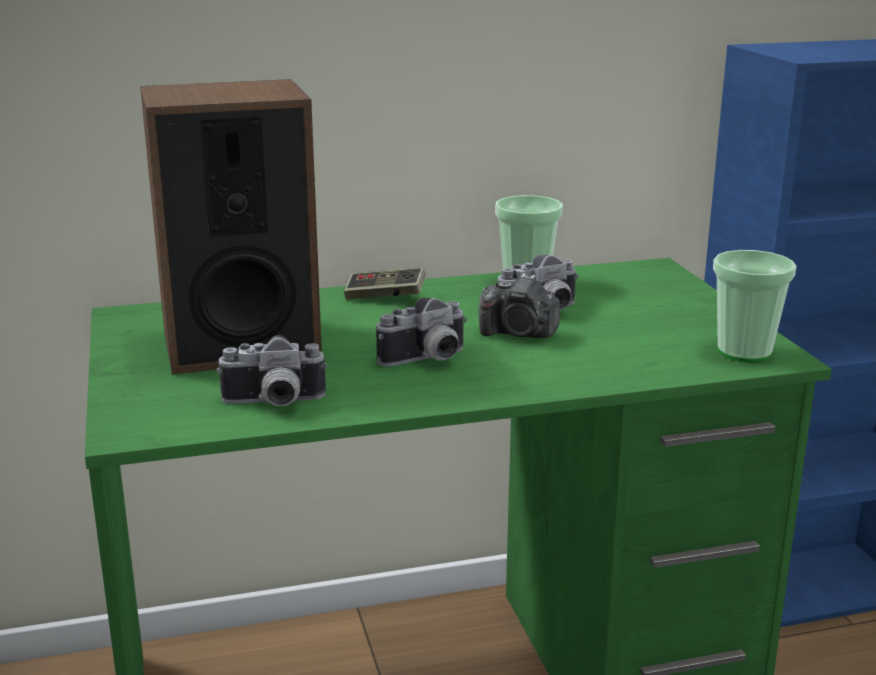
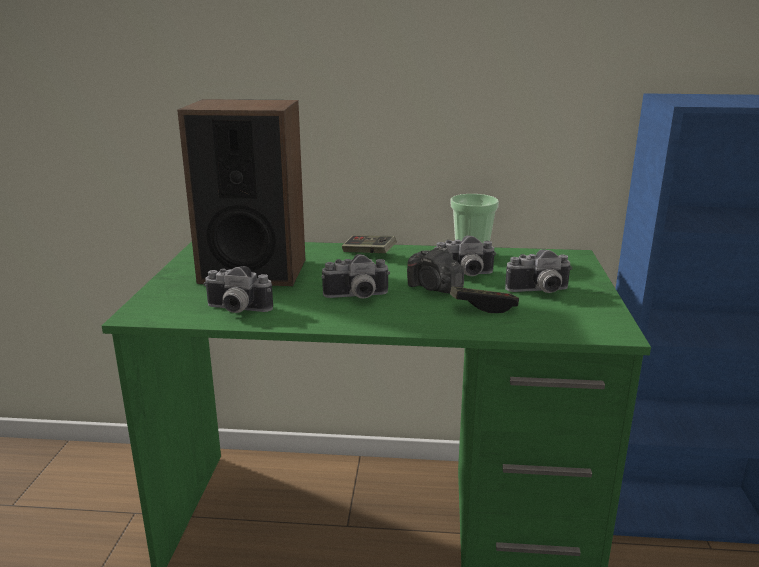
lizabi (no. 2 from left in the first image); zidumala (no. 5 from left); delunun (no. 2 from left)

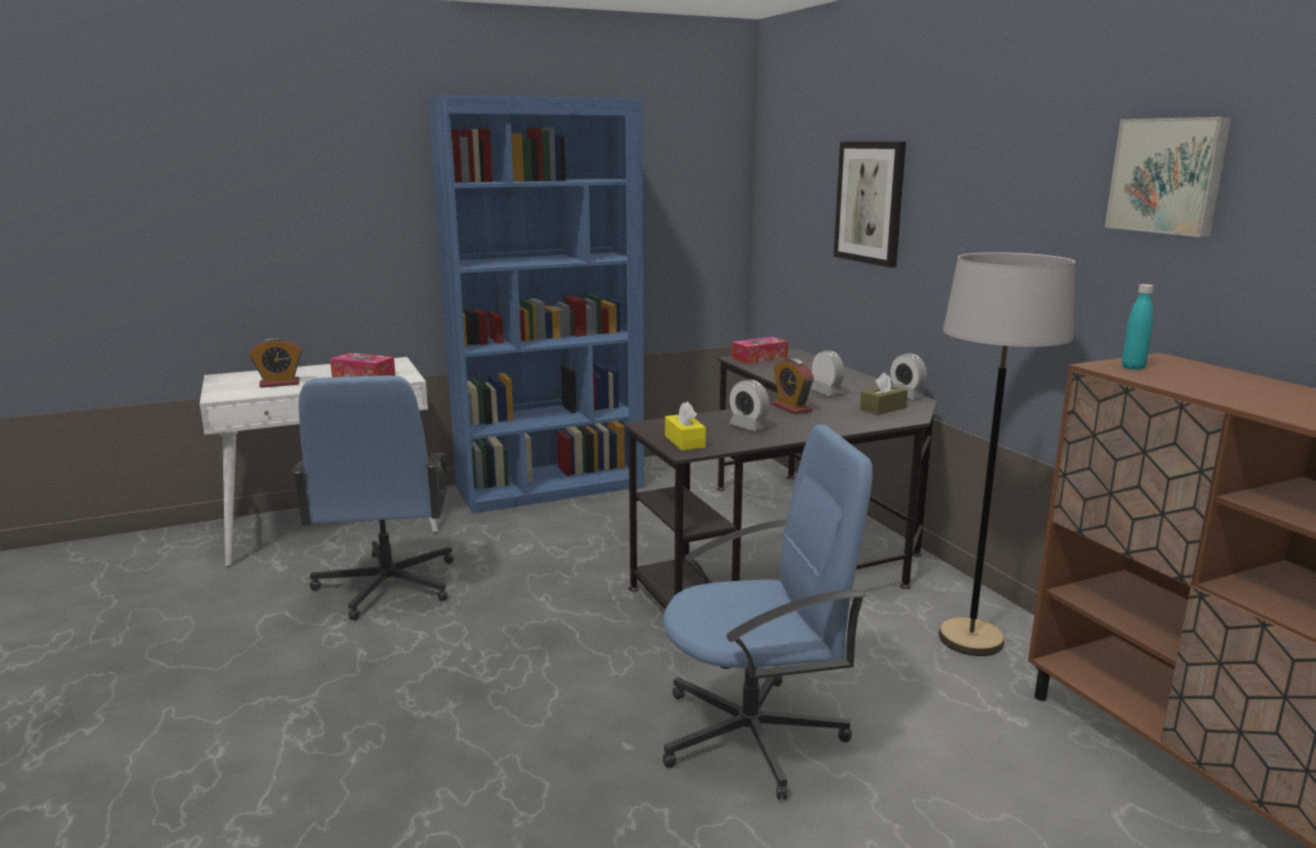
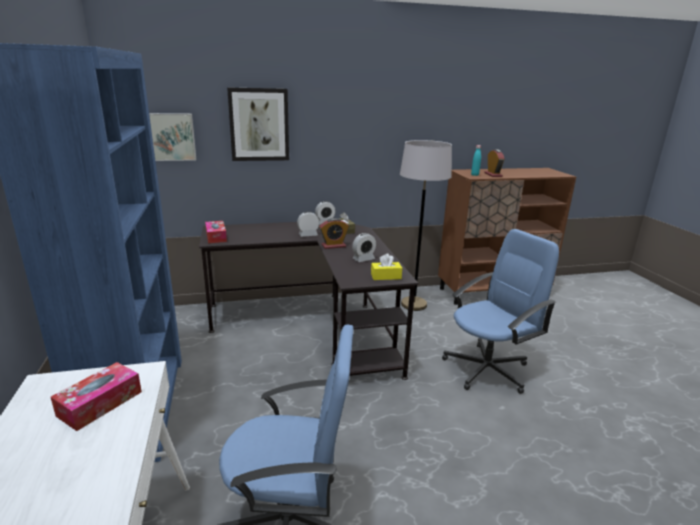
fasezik (no. 1 from left); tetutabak (no. 5 from left); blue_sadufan (no. 2 from left)

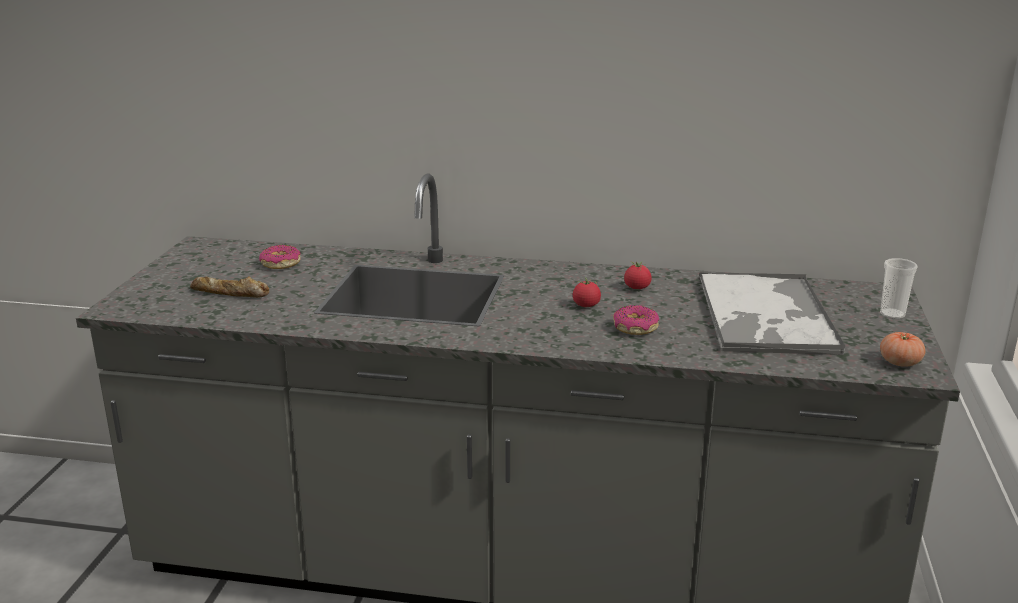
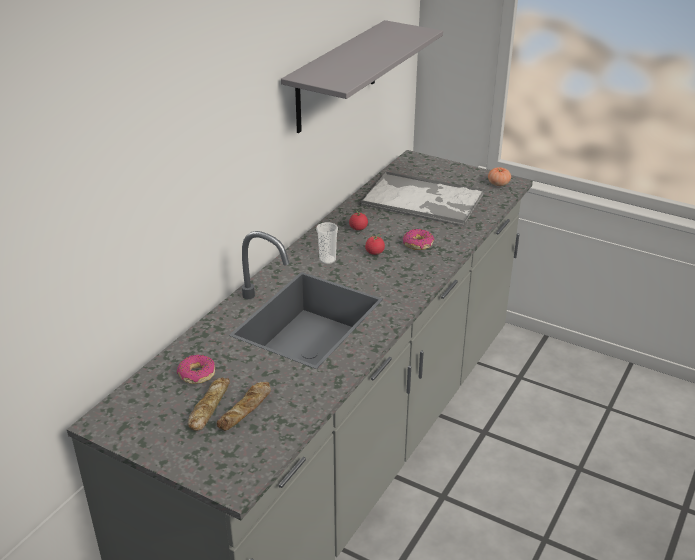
lizabi; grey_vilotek; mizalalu (no. 1 from left)

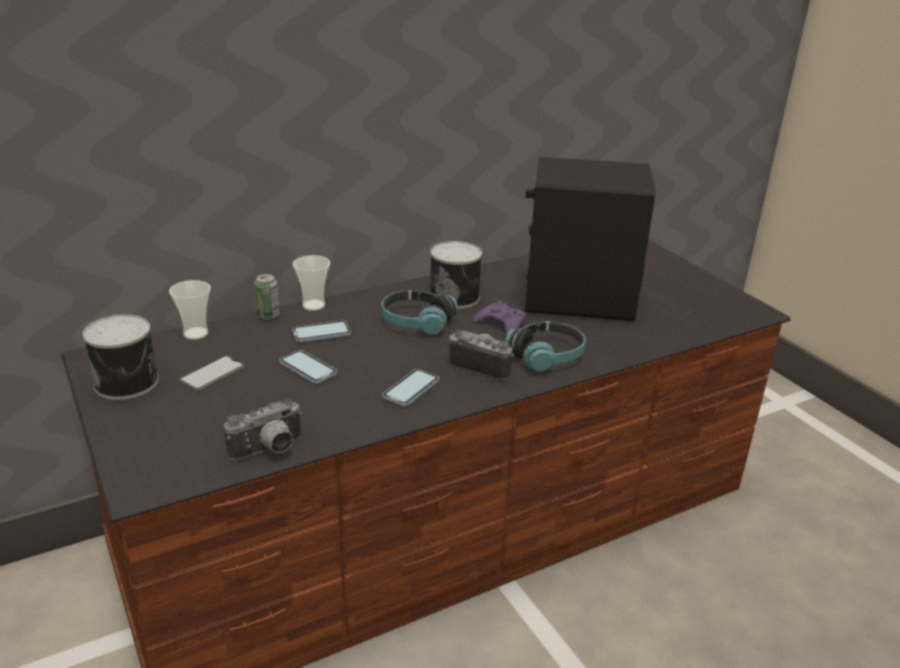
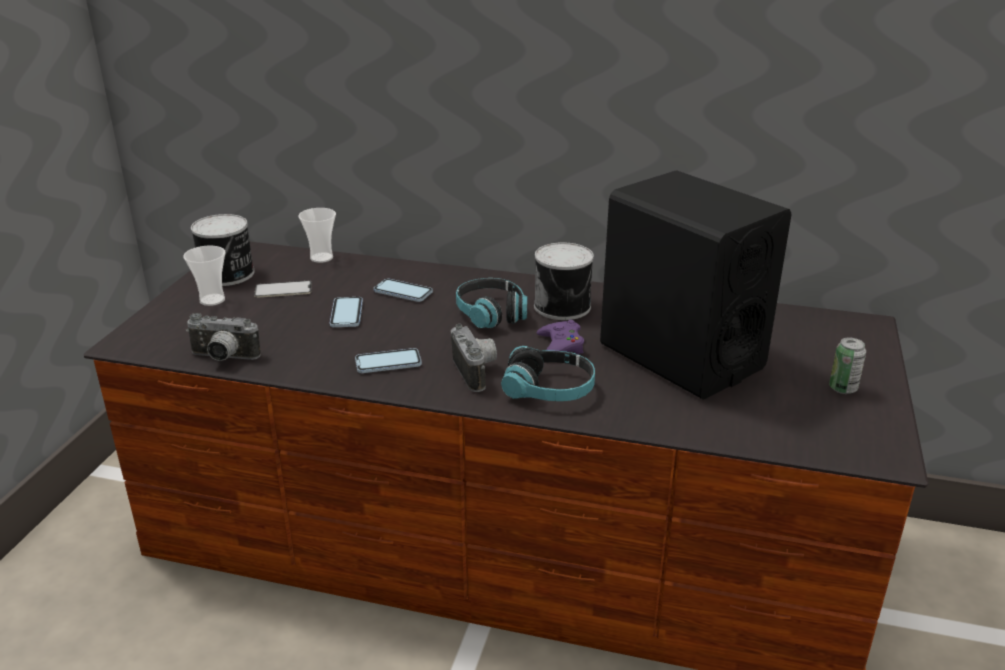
lizabi (no. 1 from left); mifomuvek (no. 3 from left)

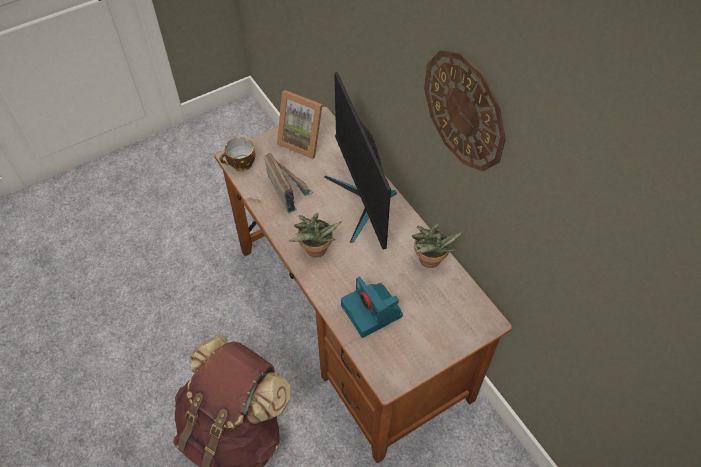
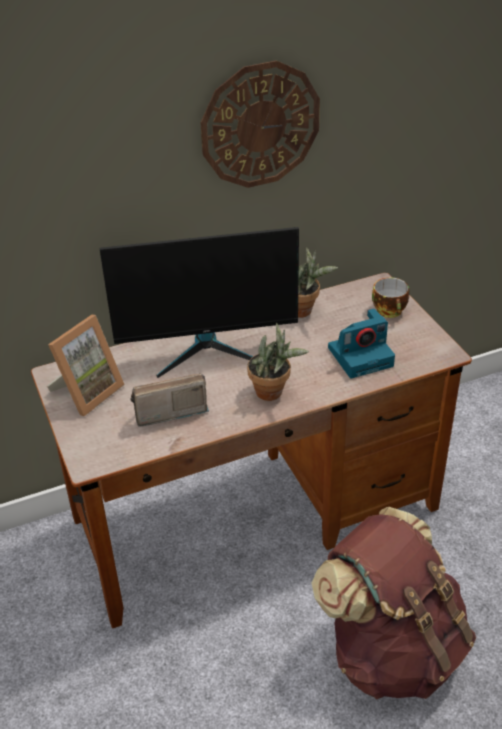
lizabi

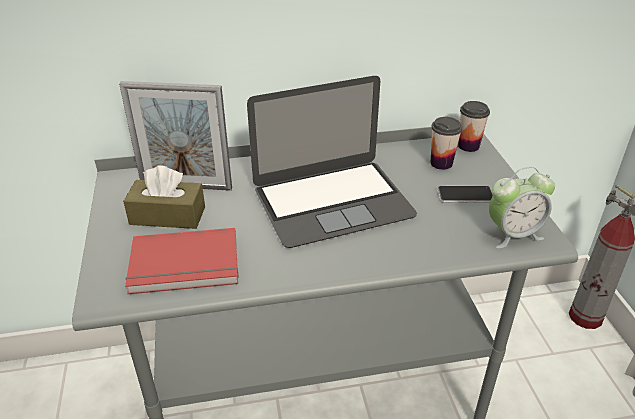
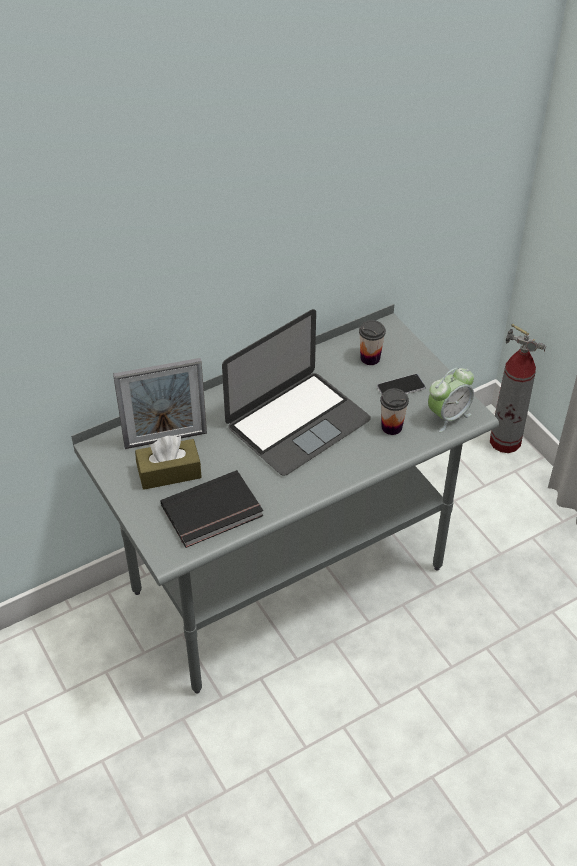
lizabi (no. 2 from left); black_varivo

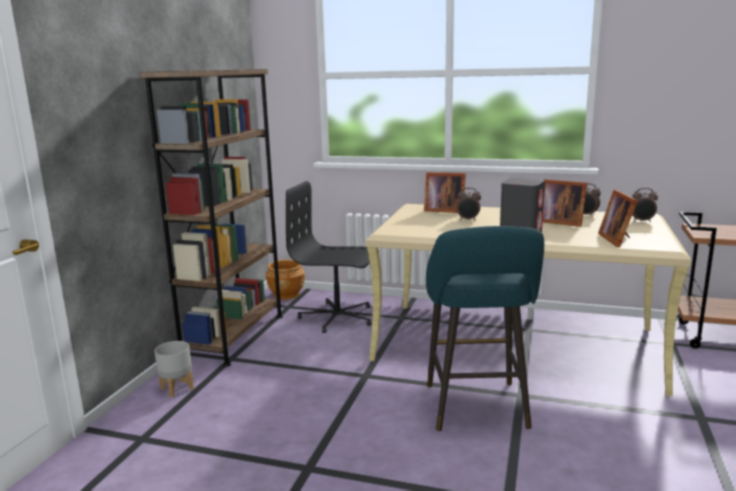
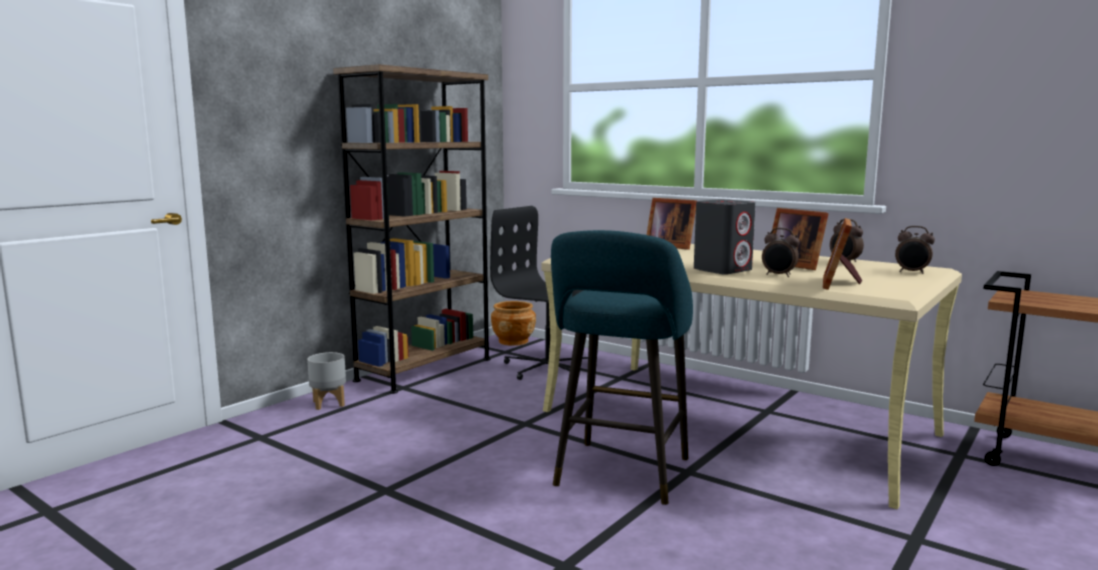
tetutabak (no. 1 from left)

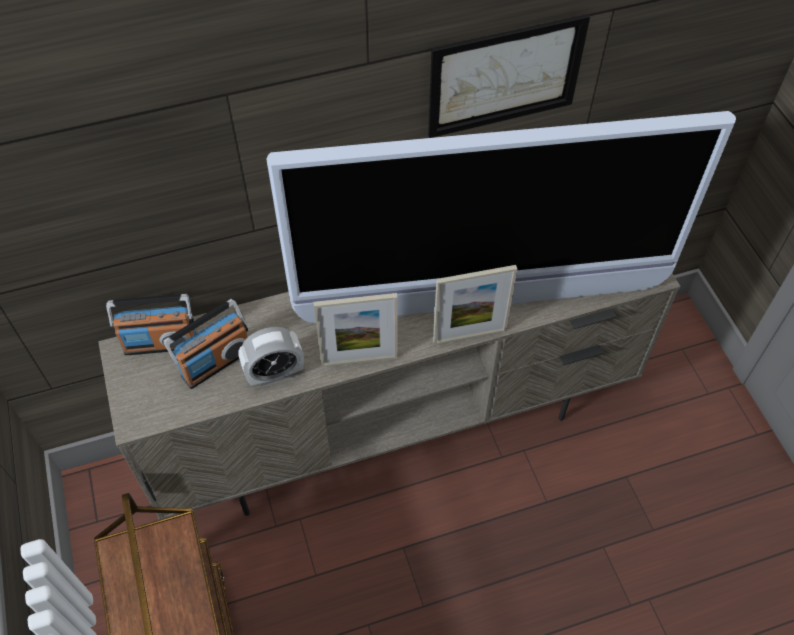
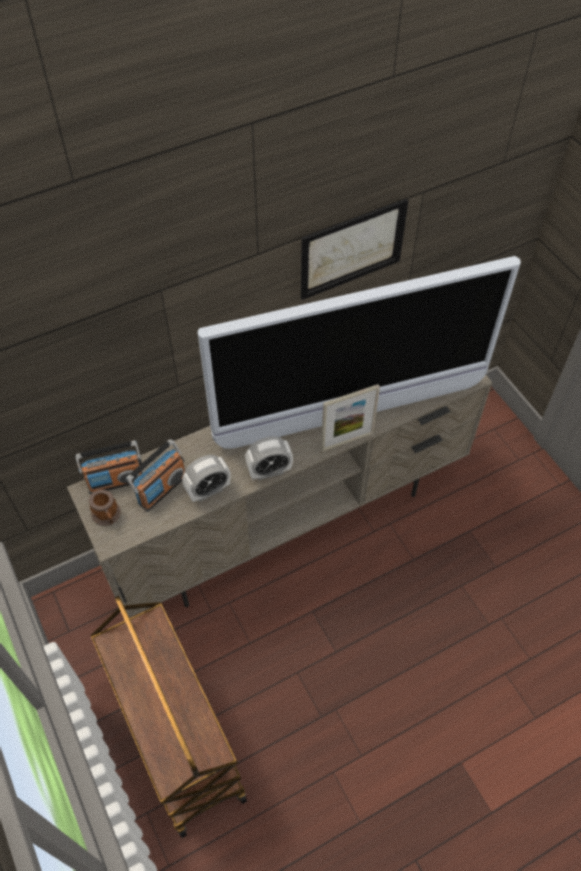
tetutabak (no. 2 from left); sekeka

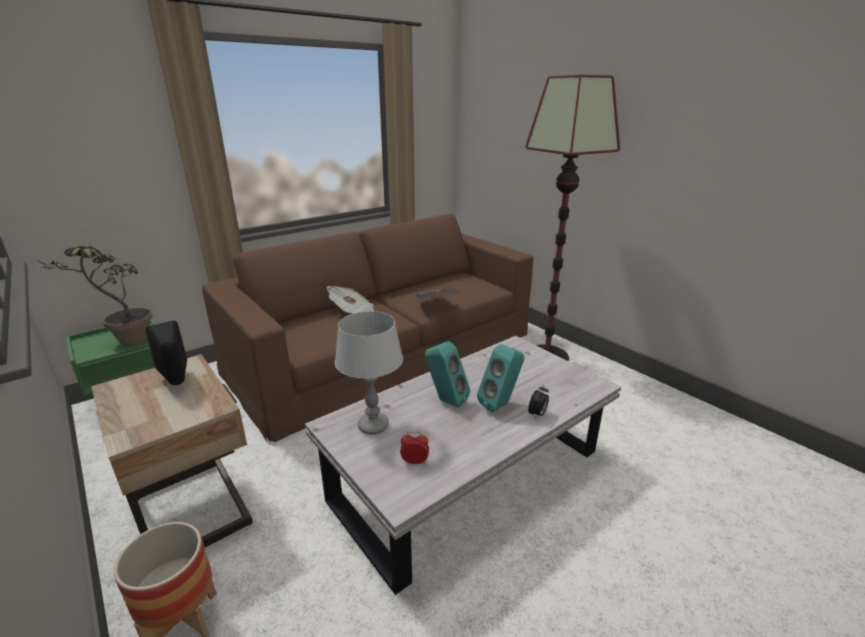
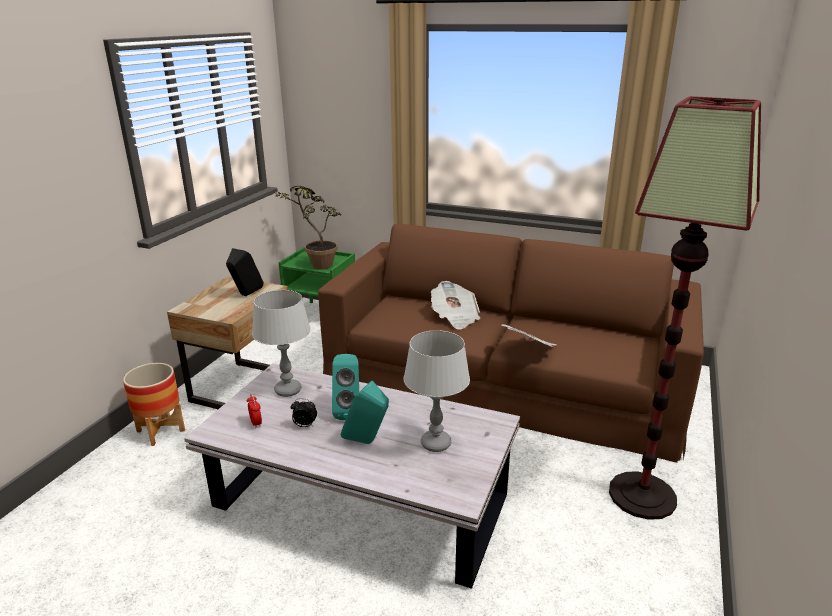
tetutabak (no. 2 from left); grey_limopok (no. 2 from left)

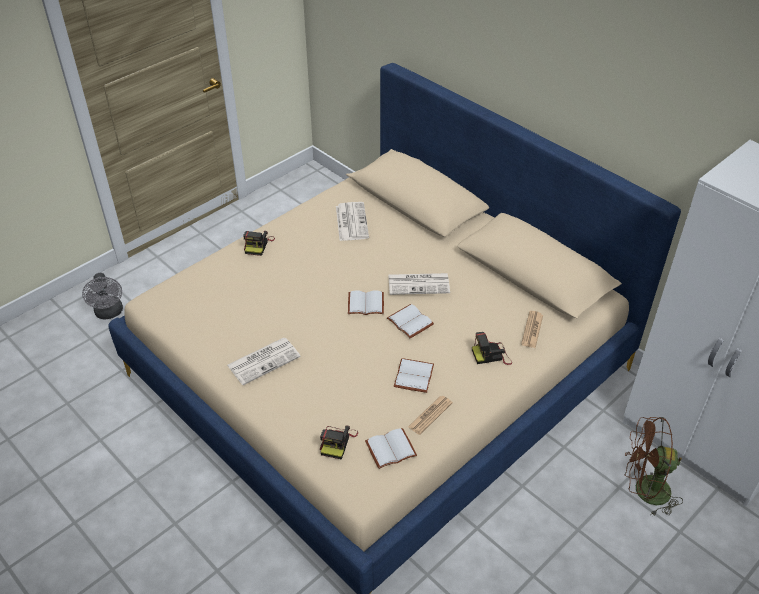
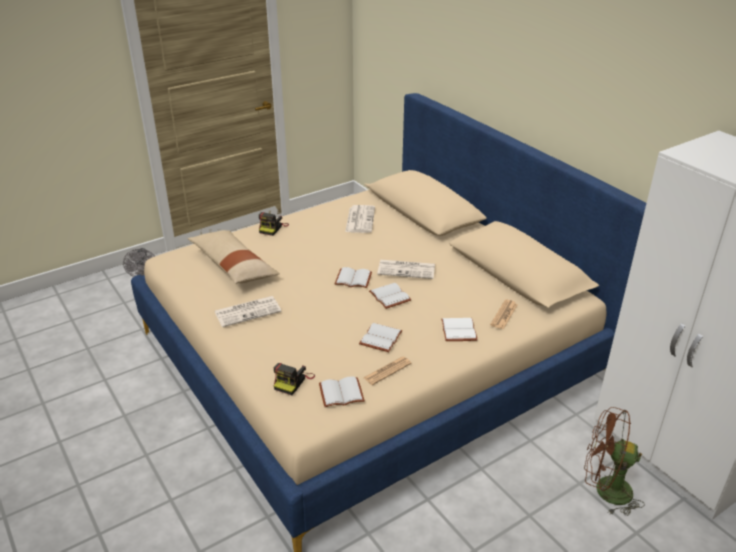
white_varivo (no. 5 from left); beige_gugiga

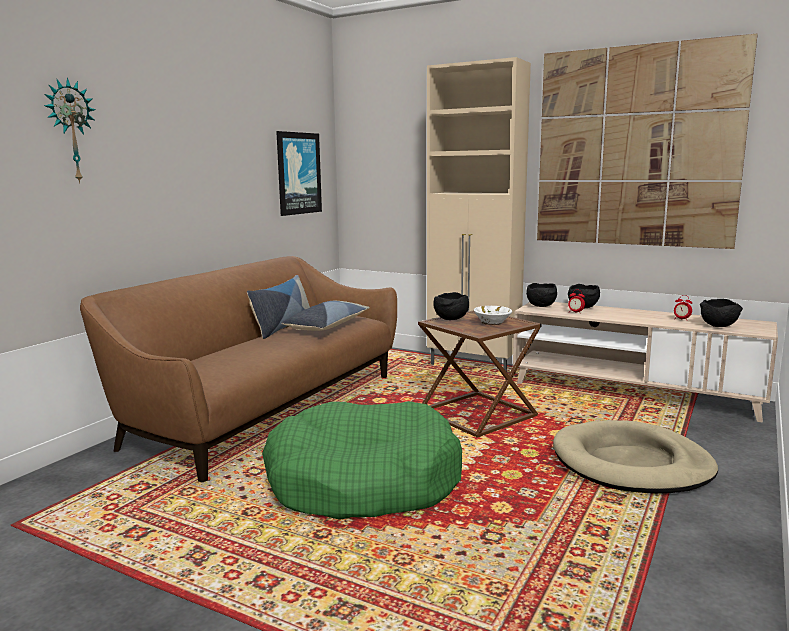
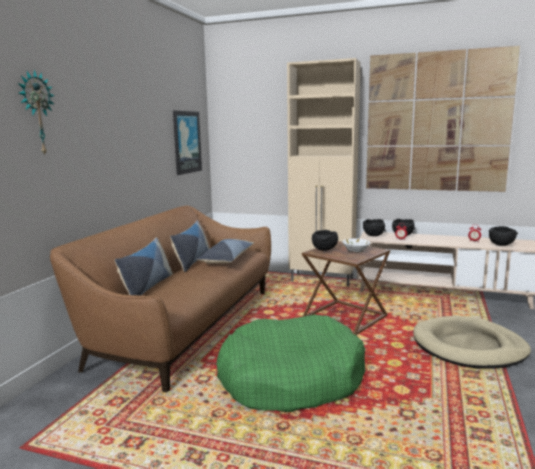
gugiga (no. 1 from left)

